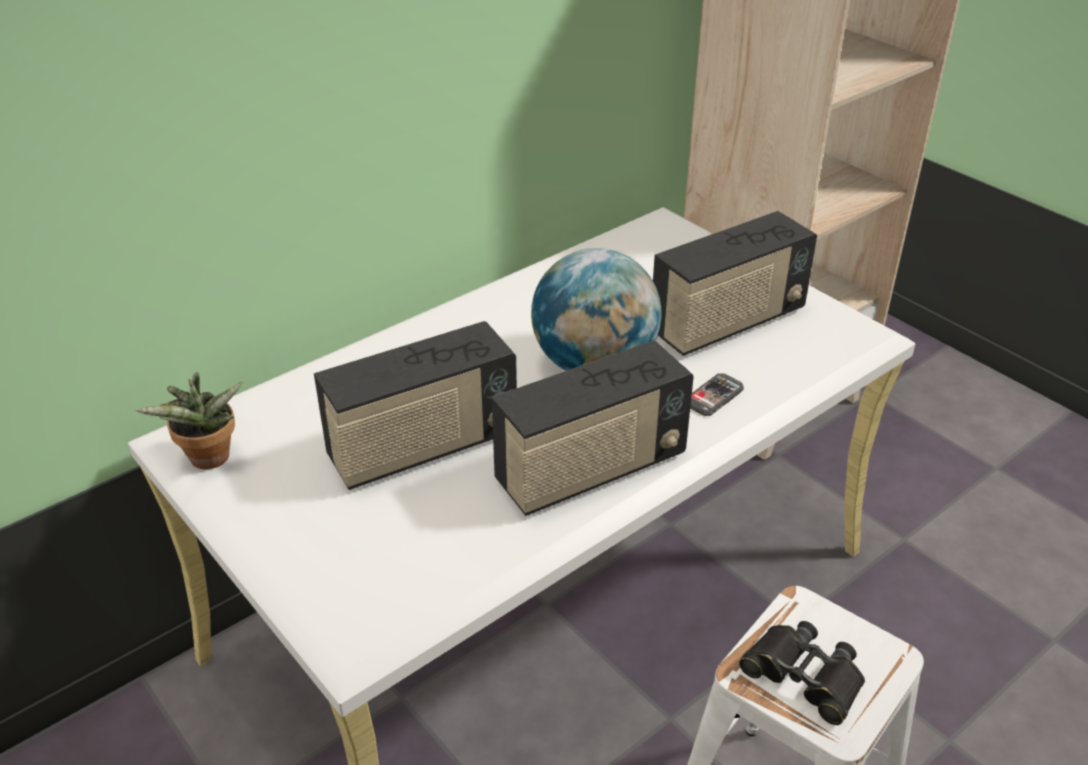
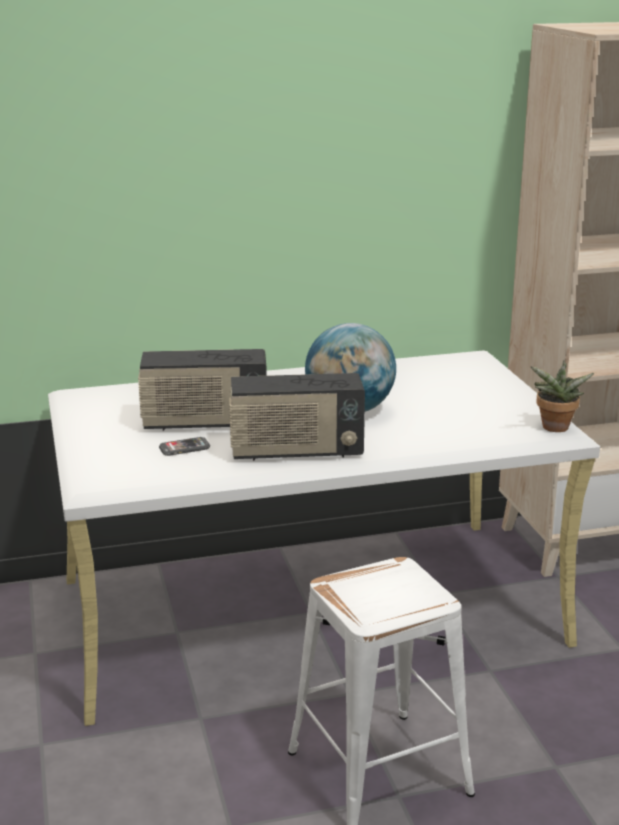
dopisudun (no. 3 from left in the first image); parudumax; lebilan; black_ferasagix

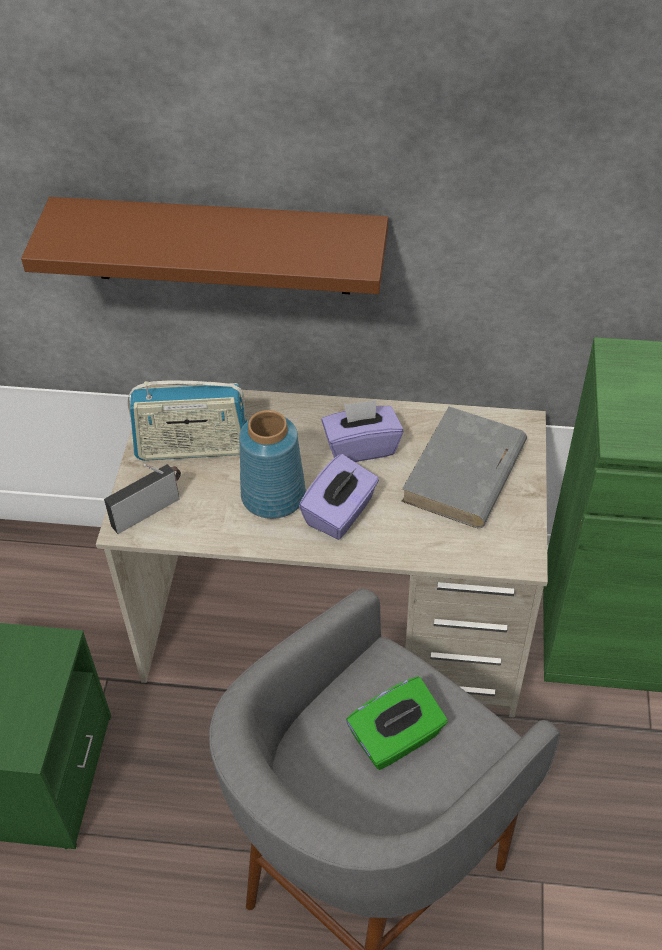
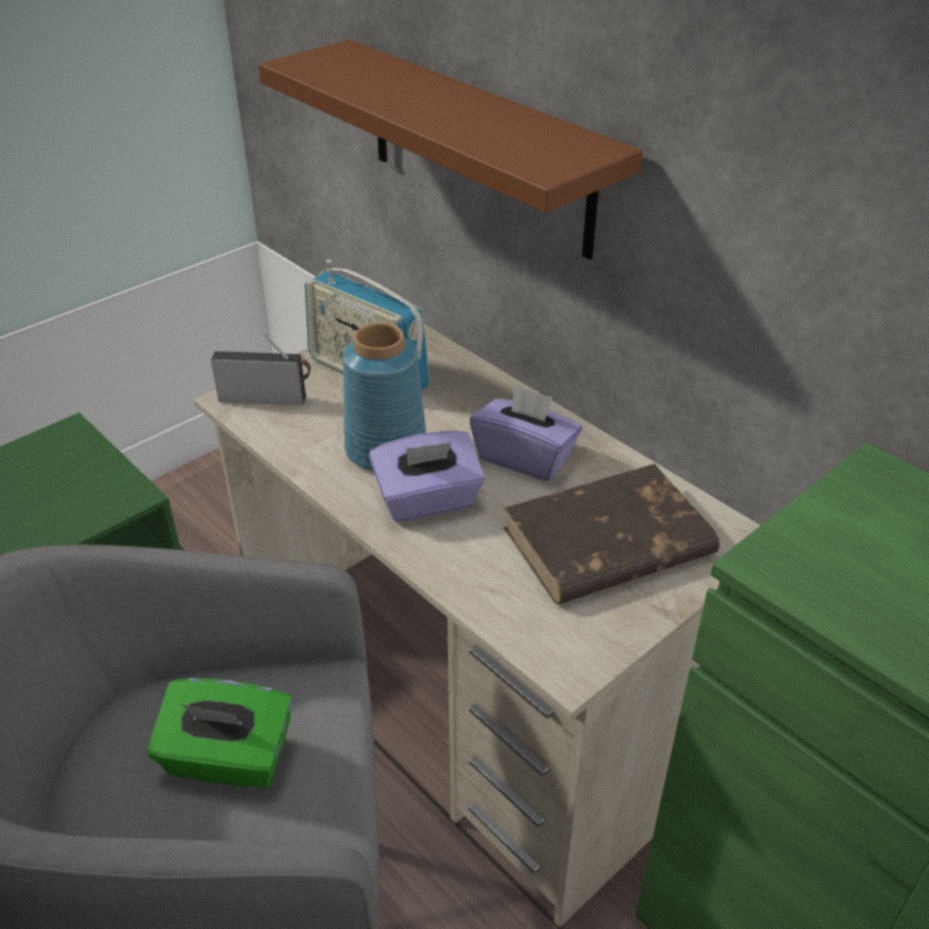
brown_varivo

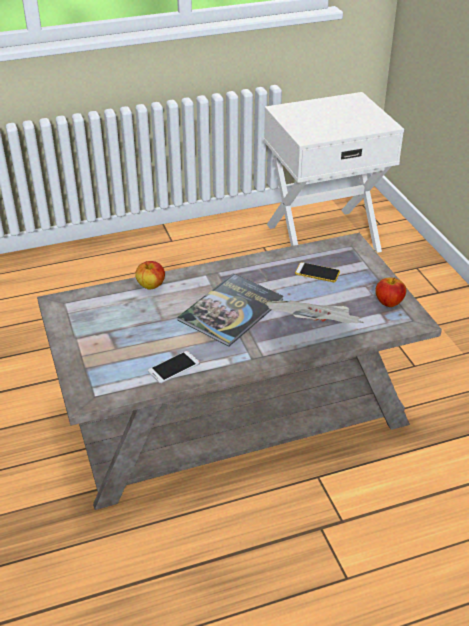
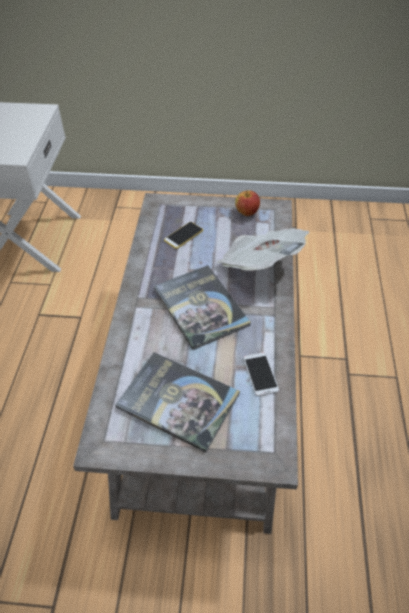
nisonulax (no. 1 from left in the first image); varivo (no. 1 from left)

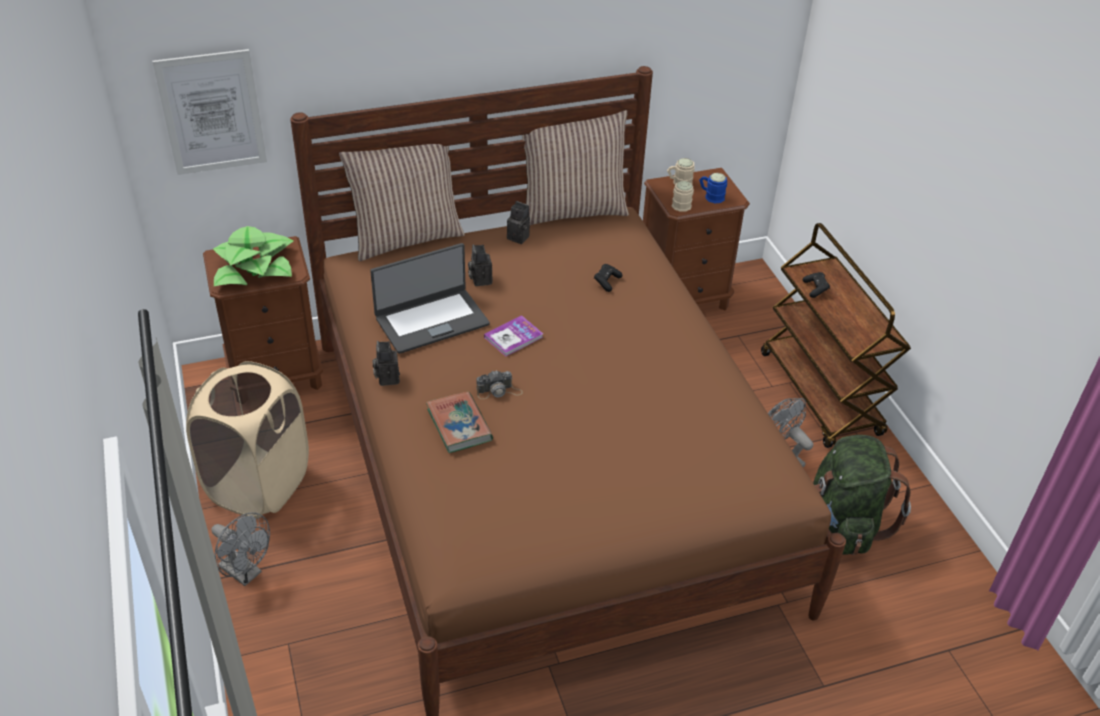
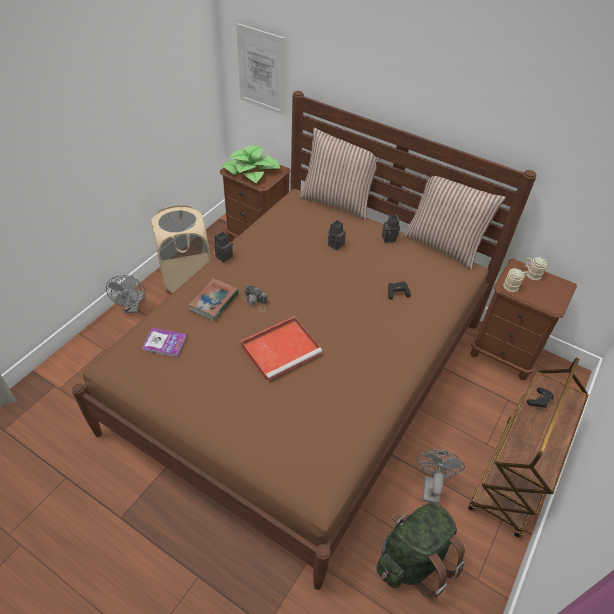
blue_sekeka; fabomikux; varivo (no. 1 from left); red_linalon

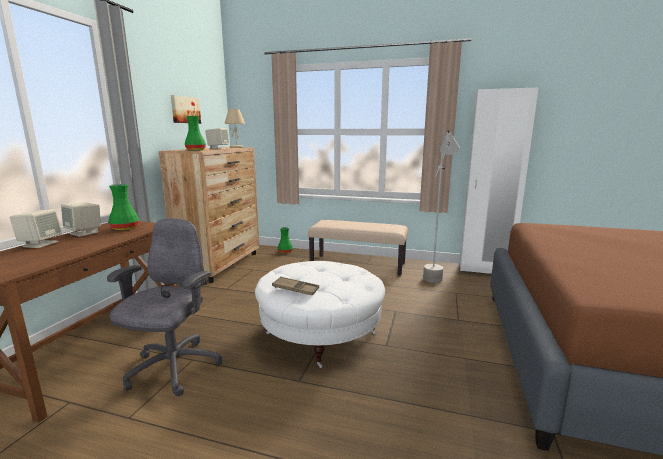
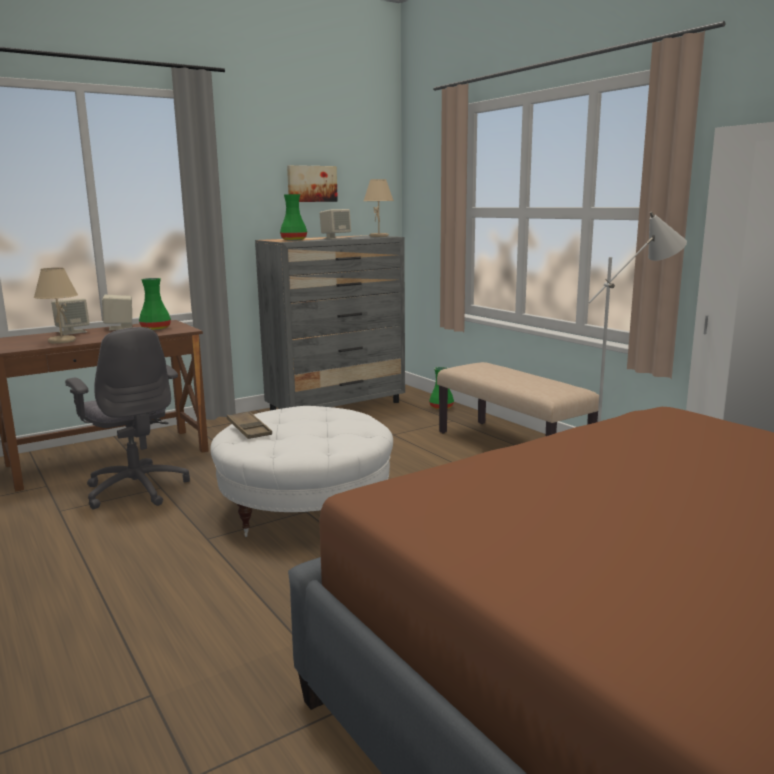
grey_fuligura; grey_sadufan; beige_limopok (no. 1 from left)

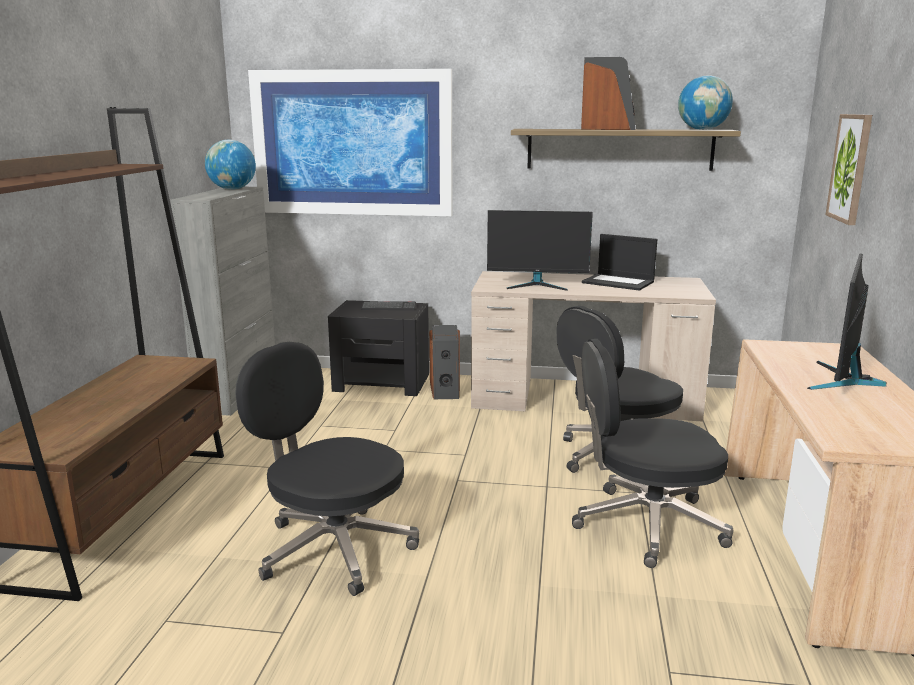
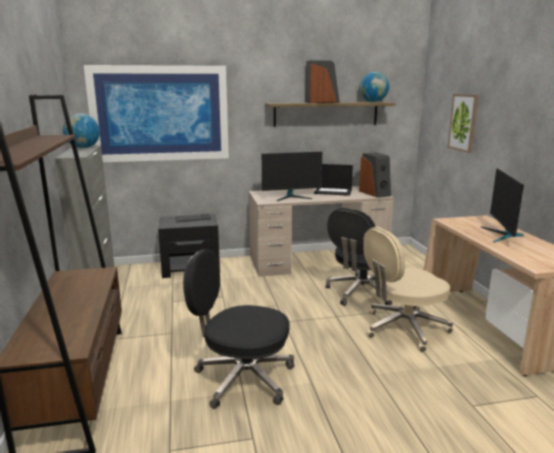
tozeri (no. 2 from left); beige_sadufan

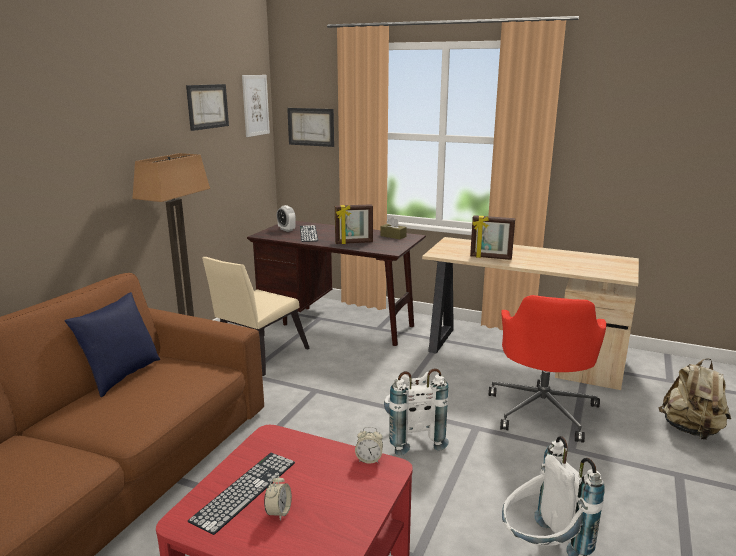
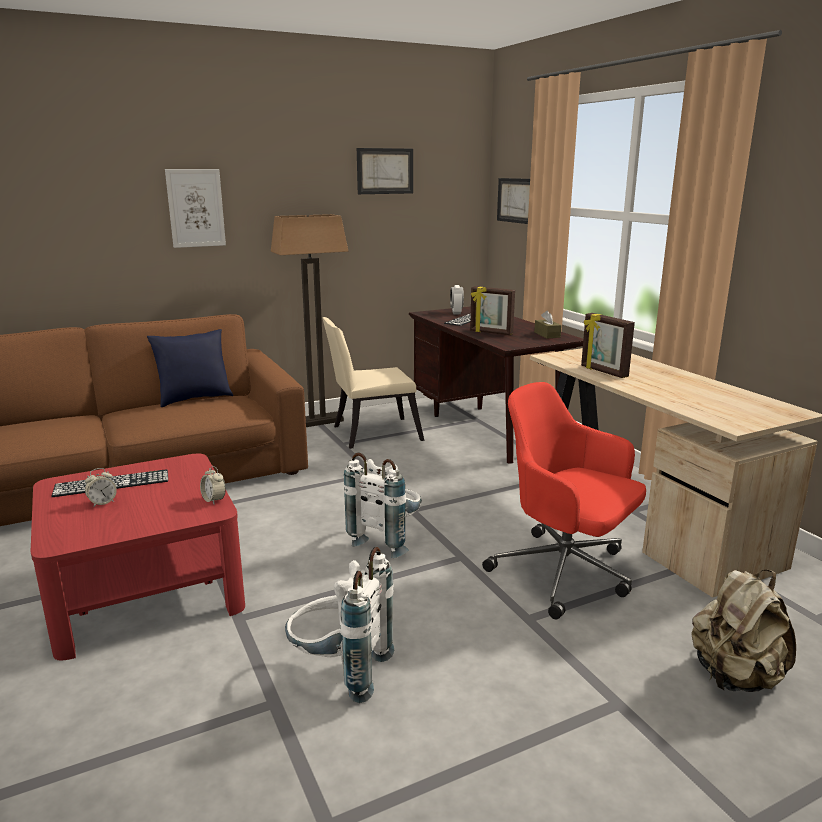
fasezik (no. 1 from left); red_sadufan

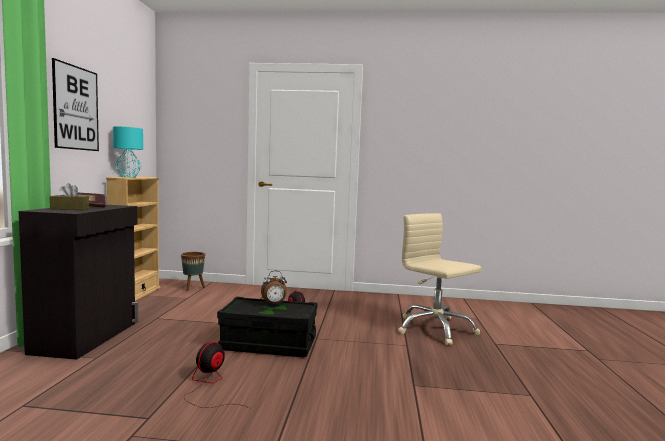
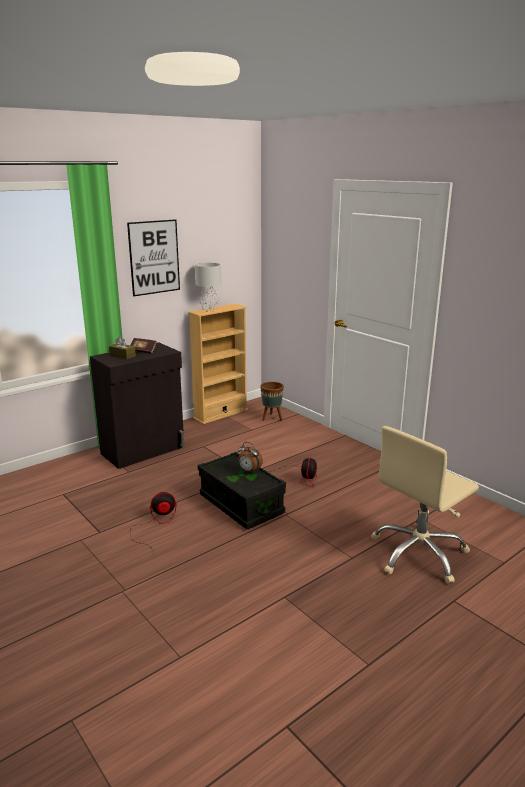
grey_limopok; beige_sadufan

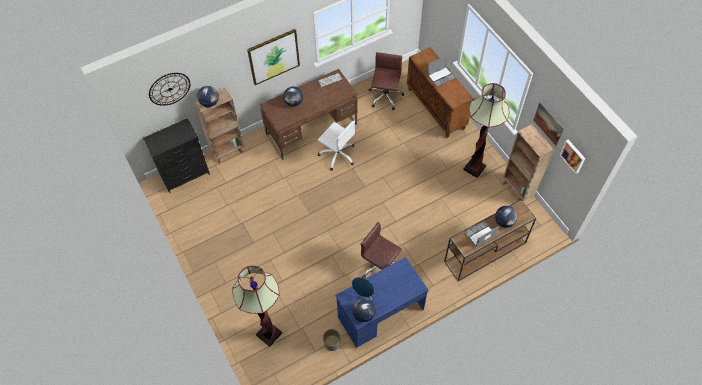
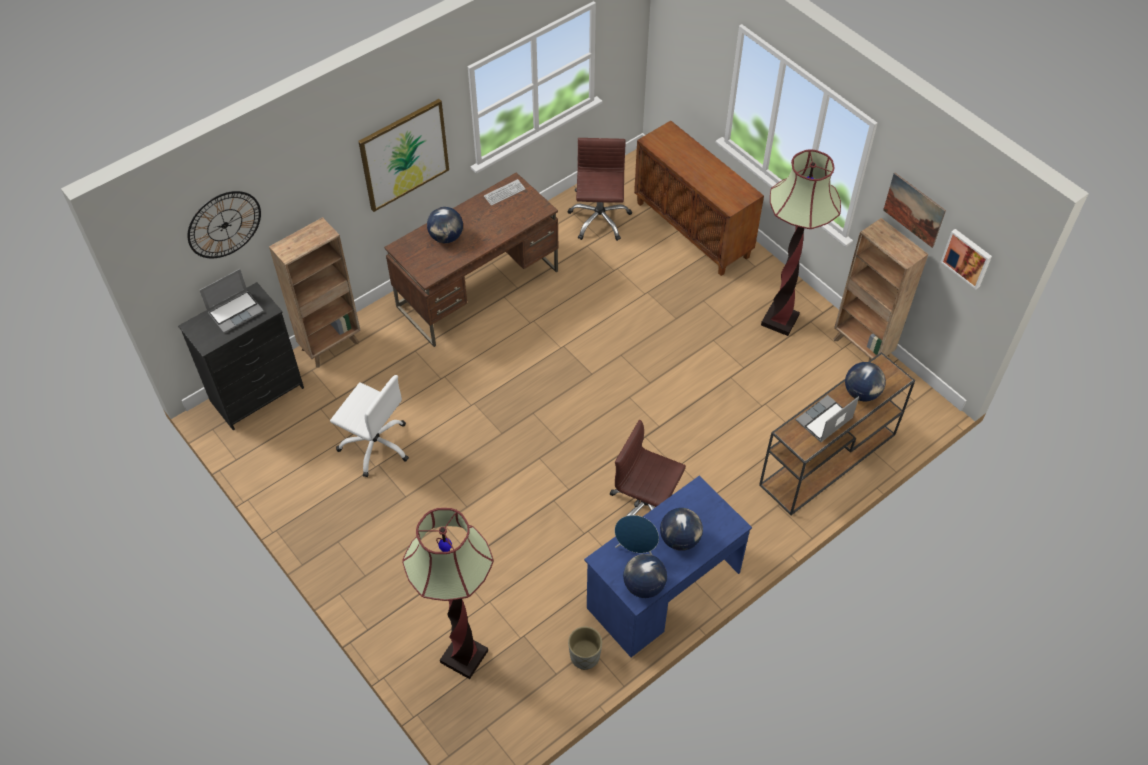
fabomikux (no. 1 from left); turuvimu (no. 3 from left); white_sadufan

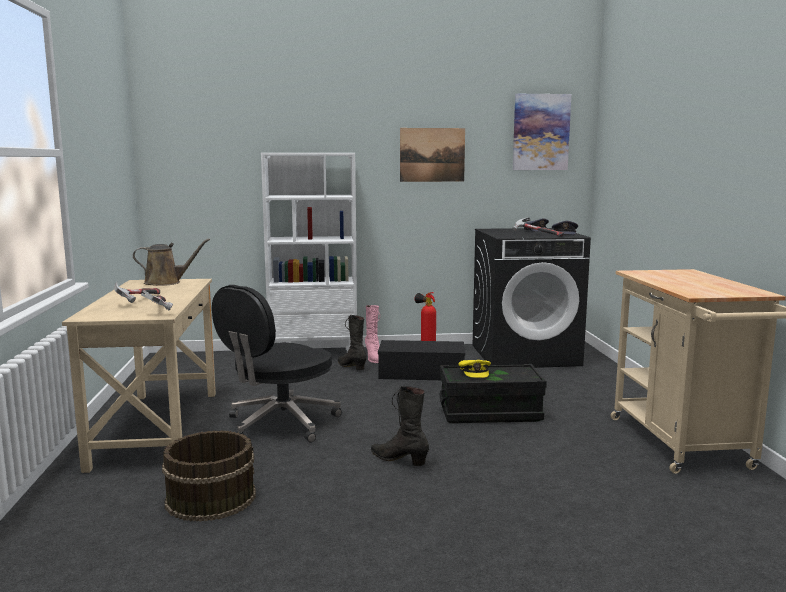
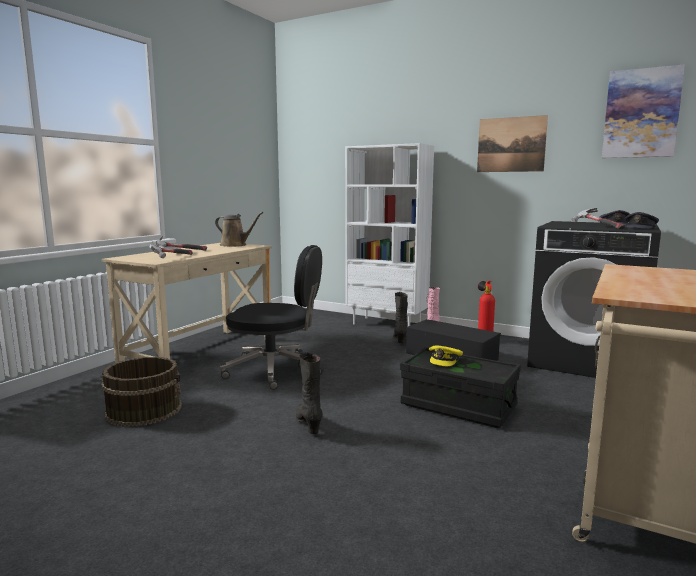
black_sadufan

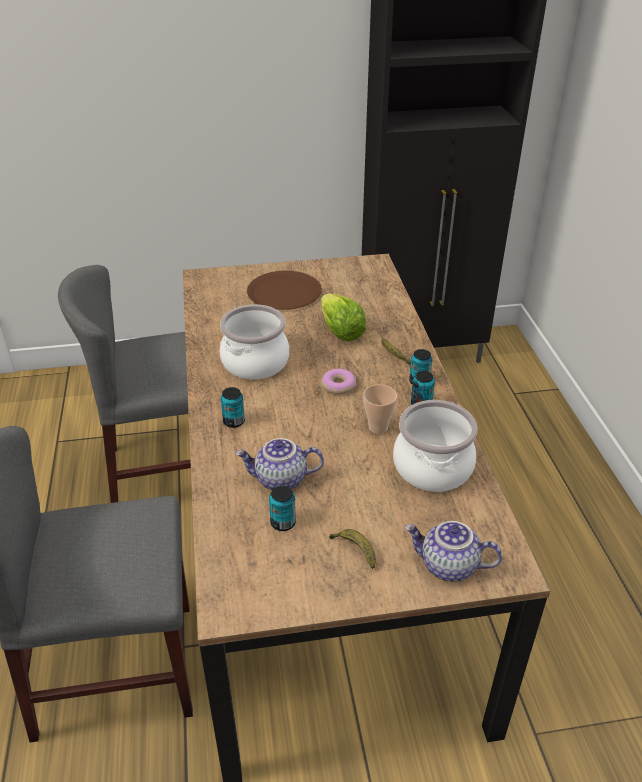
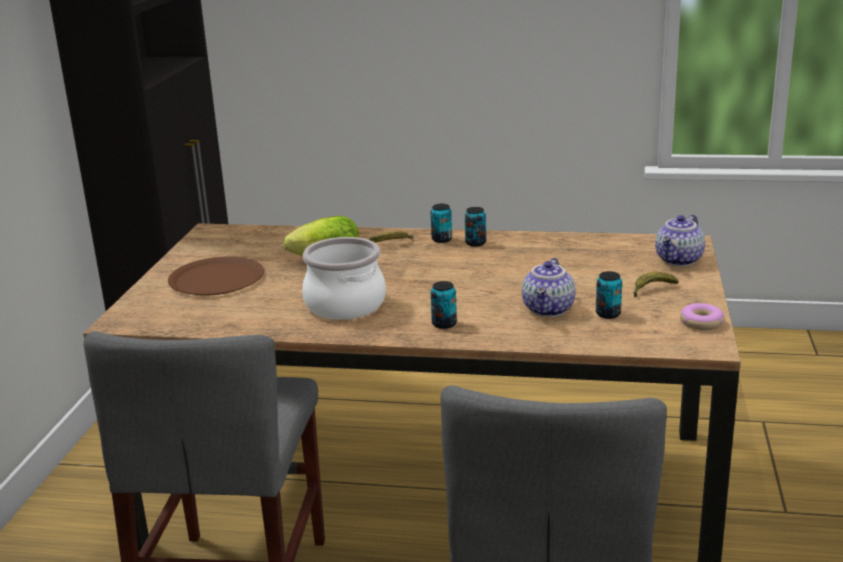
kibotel; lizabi; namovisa (no. 2 from left in the first image)

